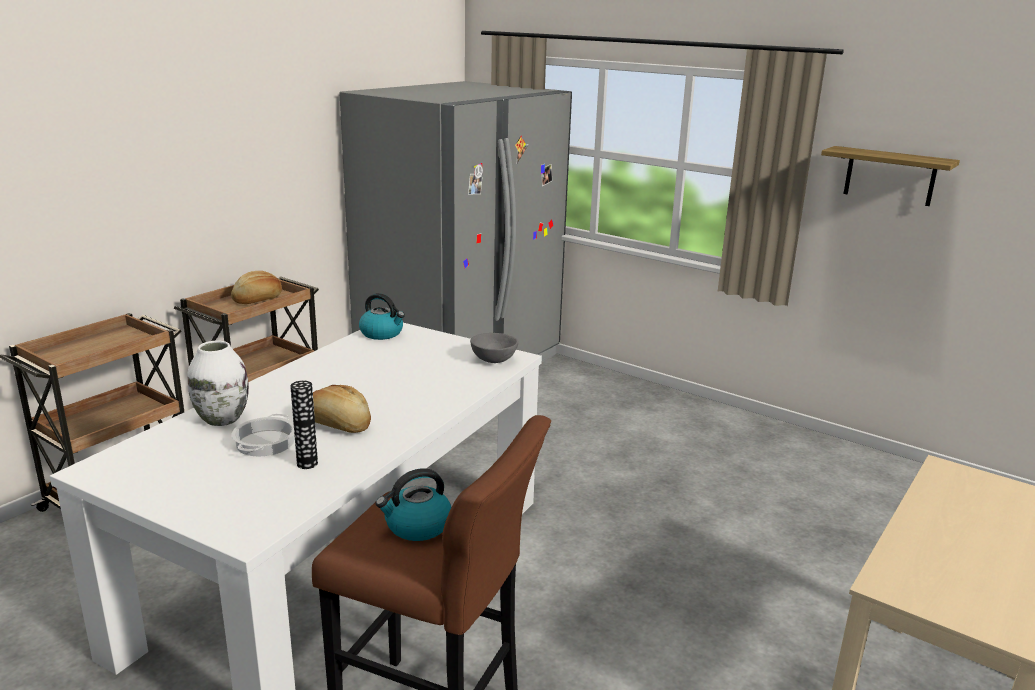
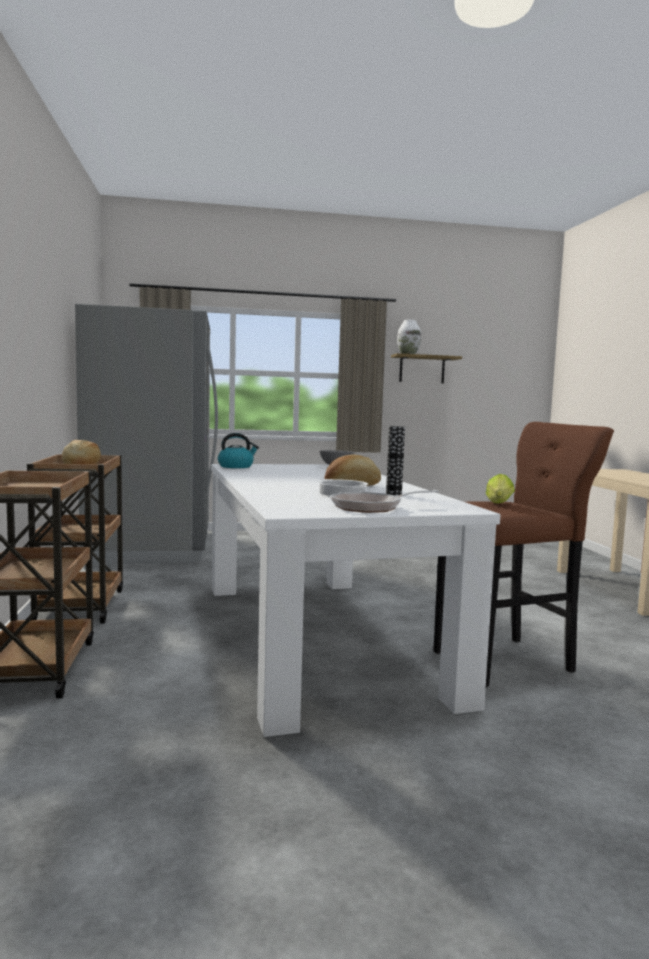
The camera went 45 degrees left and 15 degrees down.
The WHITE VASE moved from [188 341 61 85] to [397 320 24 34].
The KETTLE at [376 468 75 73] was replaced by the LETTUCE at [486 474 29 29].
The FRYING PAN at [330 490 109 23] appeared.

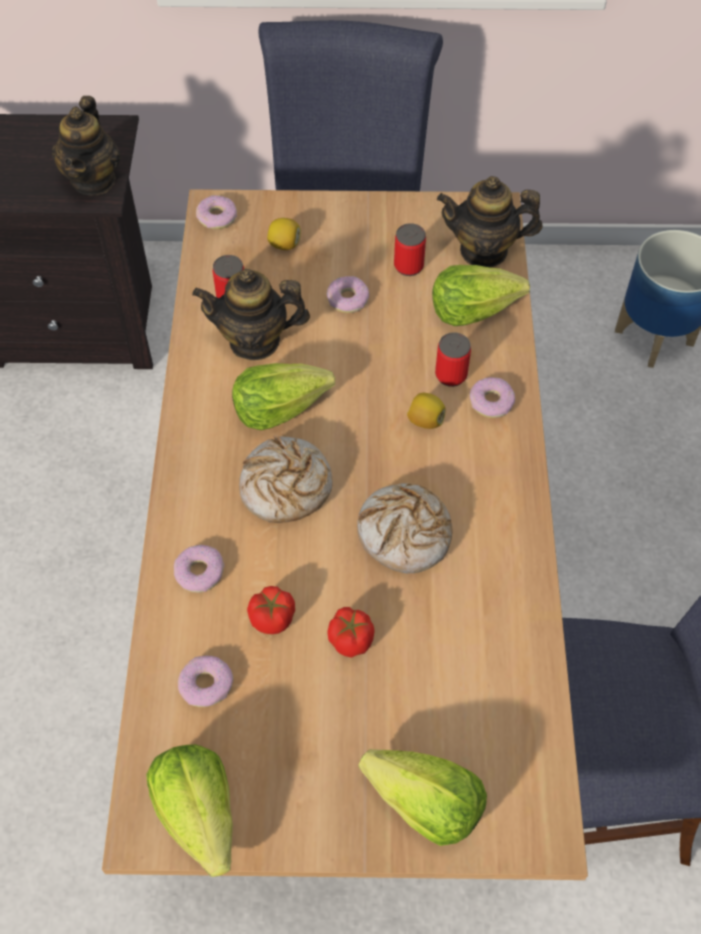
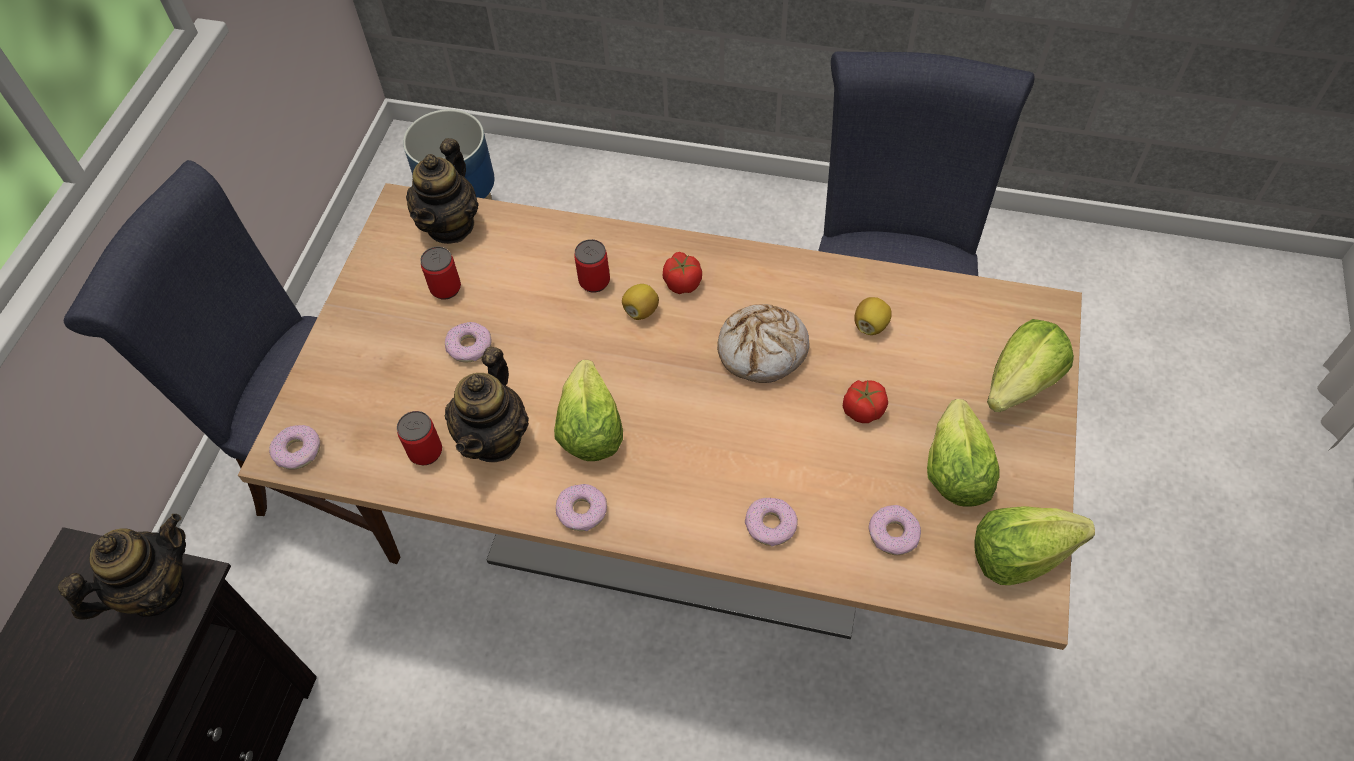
The camera went 75 degrees left and 0 degrees up.
The TEAPOT at [52 96 69 100] turned 60 degrees counterclockwise.
The LEMON moved from [267 218 34 32] to [854 297 38 38].
The LETTUCE moved from [432 265 98 61] to [927 399 73 108].
The DONUT moved from [470 377 45 41] to [556 484 51 47].
The BREAD at [239 435 93 88] disappeared.
The TOMATO moved from [247 586 48 48] to [663 252 39 42].

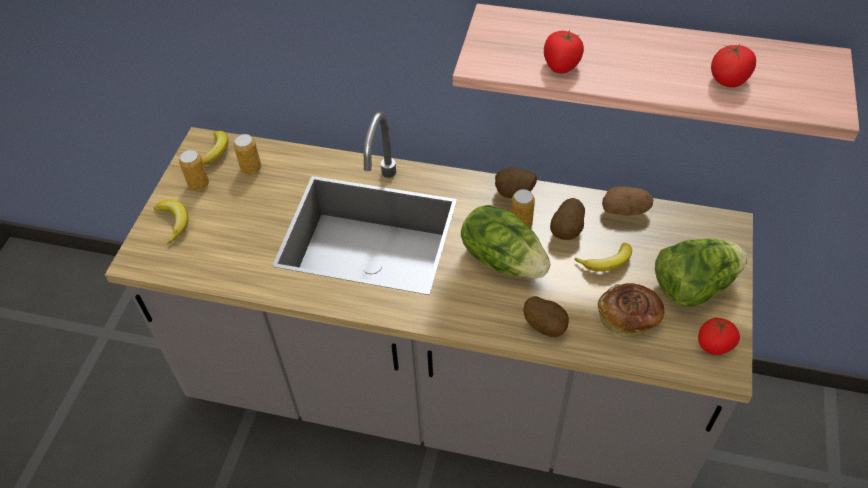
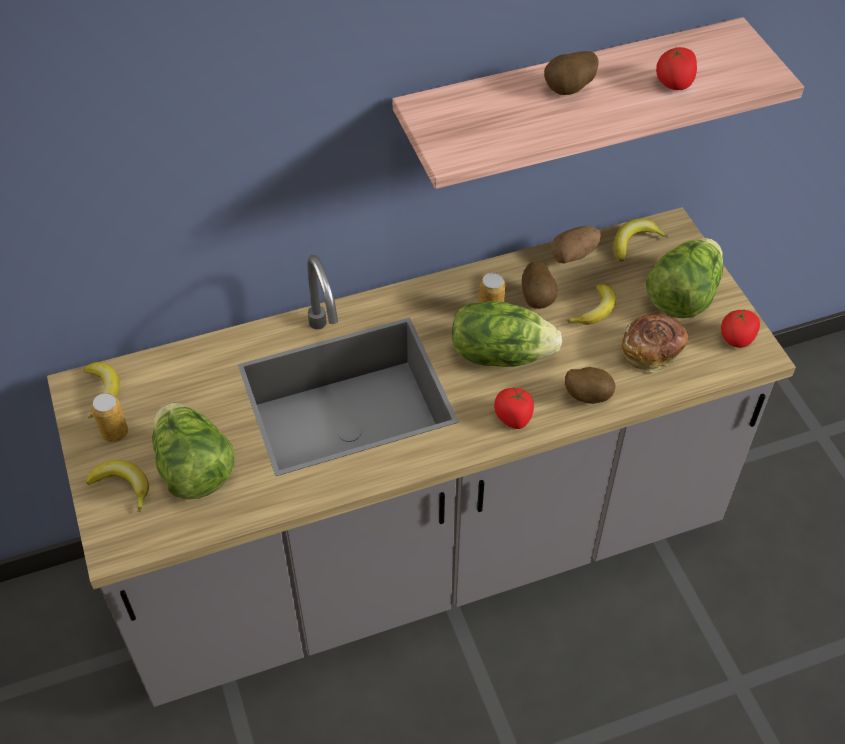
The camera went 35 degrees left and 0 degrees up.
The TOMATO moved from [544 30 40 44] to [494 386 40 43].
The CAN at [233 134 28 40] disappeared.
The POTATO moved from [495 167 42 31] to [544 51 55 44].
The BANANA at [613 218 55 44] appeared.
The LETTUCE at [152 403 82 97] appeared.

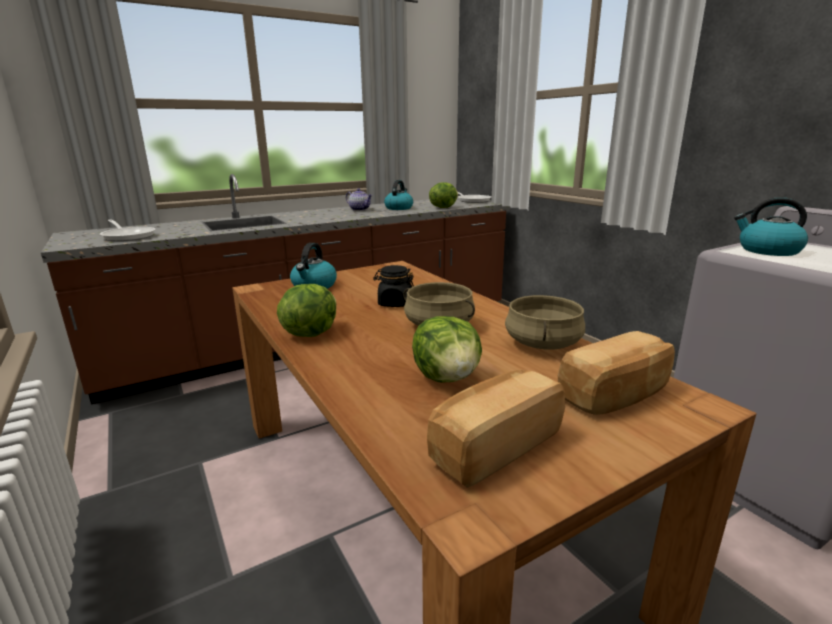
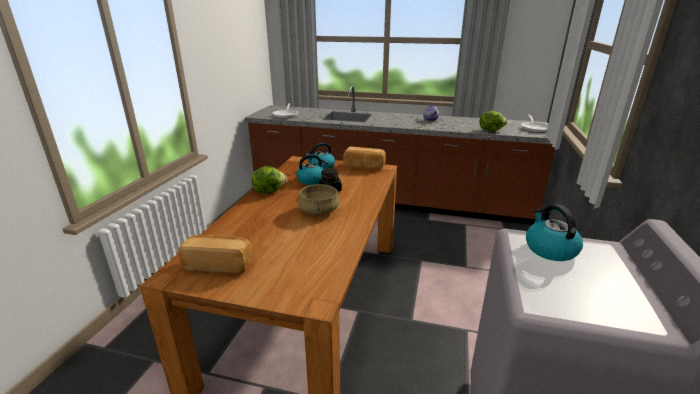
The camera went 45 degrees right and 5 degrees up.
The KETTLE moved from [384 180 29 30] to [296 154 32 31].
The BEIGE COOKING POT at [505 295 80 54] disappeared.
The LETTUCE at [412 316 70 66] disappeared.
The BREAD moved from [558 331 117 84] to [343 147 43 22].

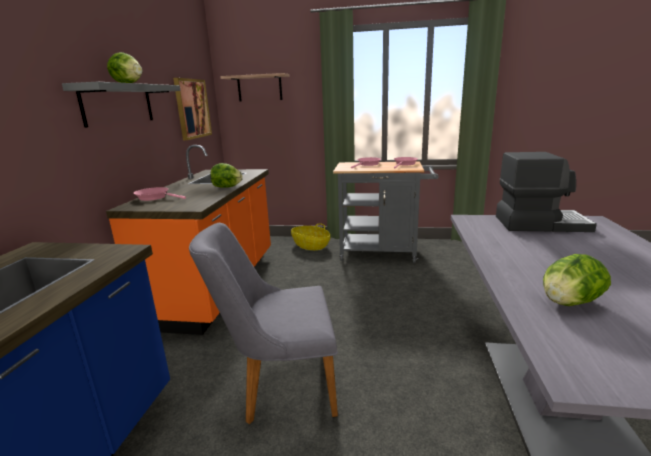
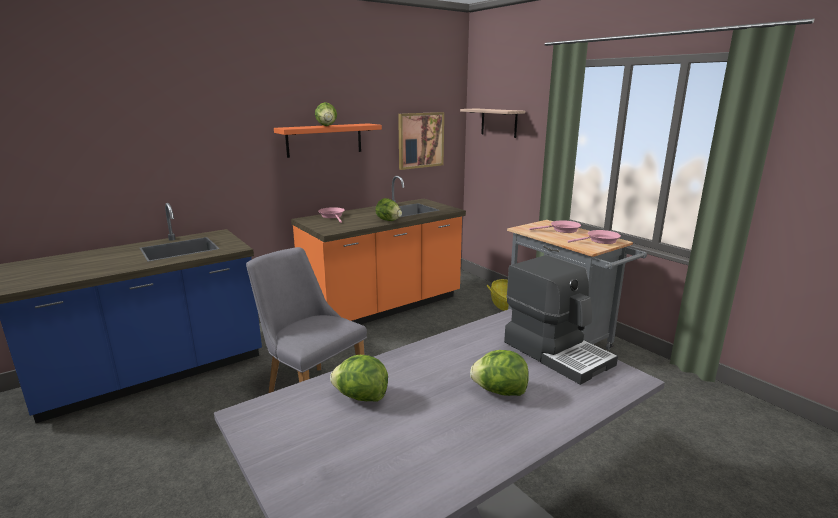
The camera went 45 degrees right and 0 degrees up.
The GREY SHELF at [62 82 119 46] became the ORANGE SHELF at [274 123 108 35].
The LETTUCE at [470 350 59 46] appeared.

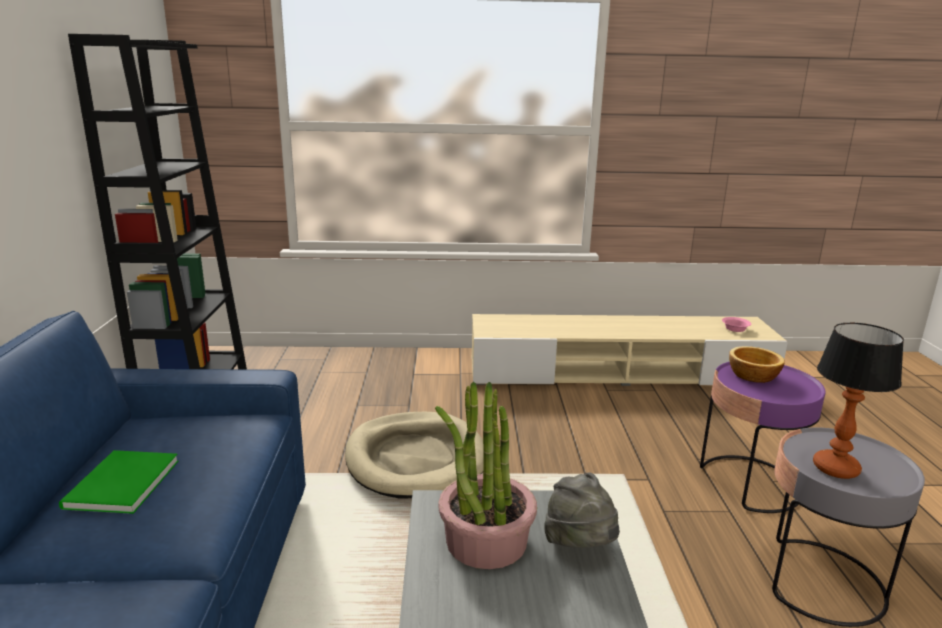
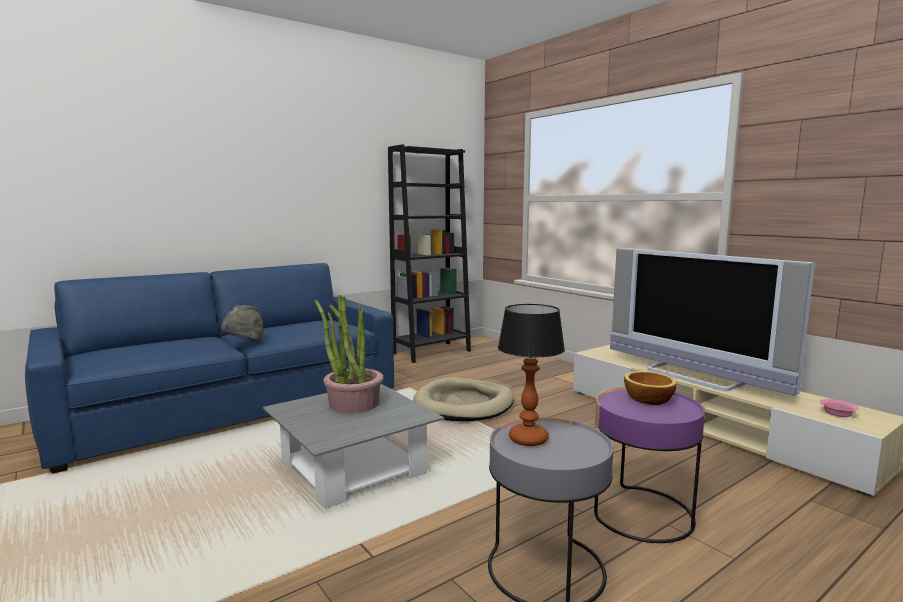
The camera went 55 degrees right and 10 degrees down.
The GREEN BOOK at [59 450 119 64] disappeared.
The GREY HAT moved from [544 472 76 76] to [221 305 43 36].
The TELEVISION at [610 248 205 148] appeared.

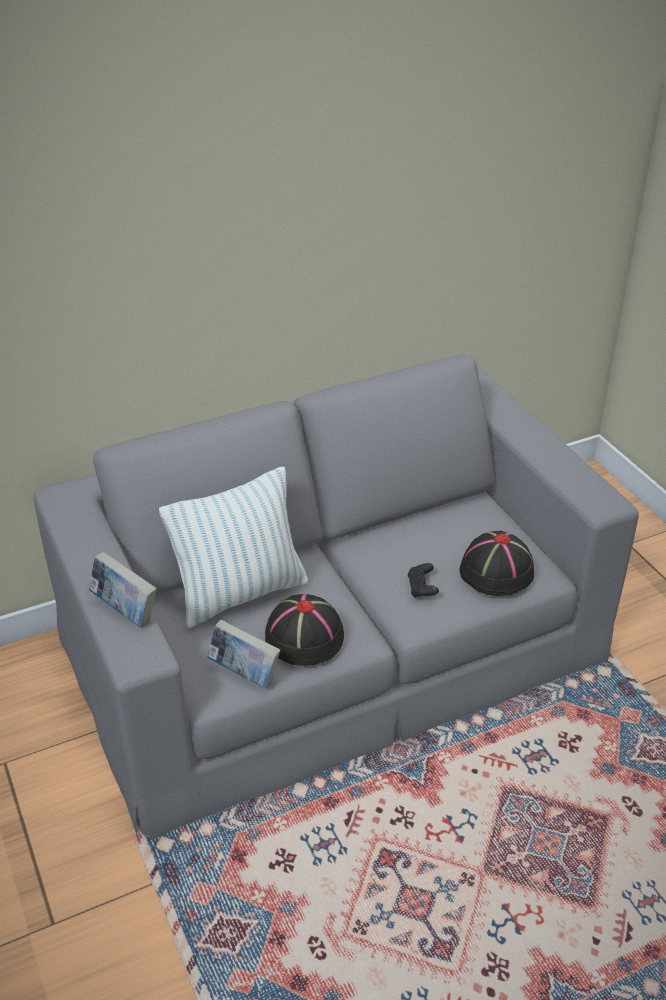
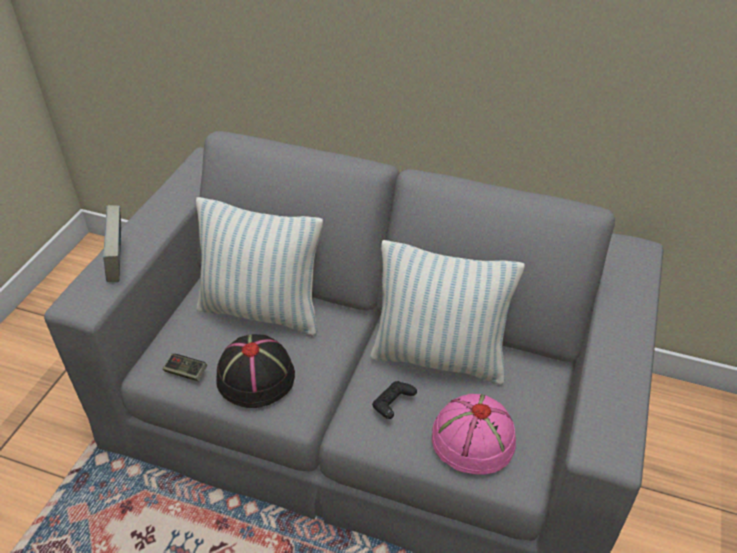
The camera went 45 degrees right and 5 degrees up.
The BLACK HAT at [460 531 74 65] became the PINK HAT at [432 394 84 80].
The BOOK at [207 619 73 69] was replaced by the GAME CONTROLLER at [163 354 44 27].
The PILLOW at [370 240 155 145] appeared.

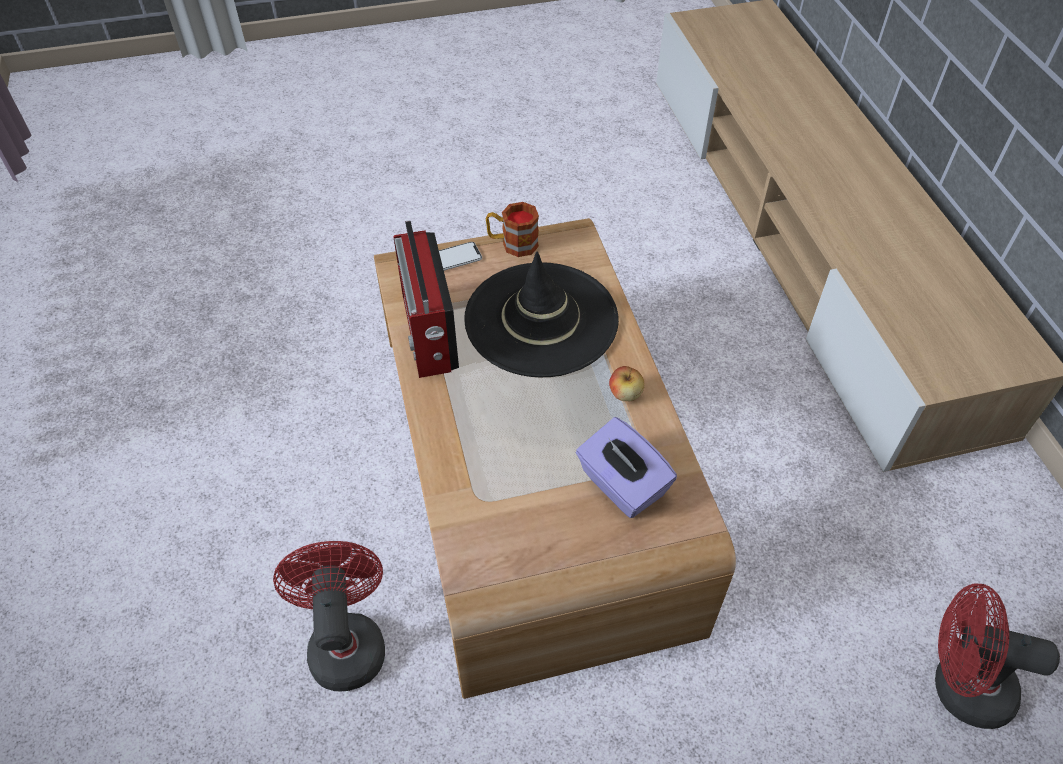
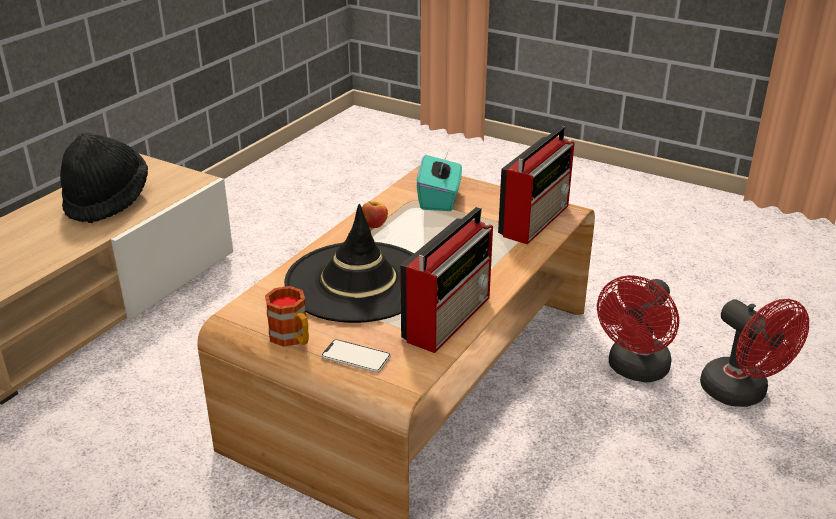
The camera went 135 degrees left and 20 degrees down.
The PURPLE TISSUE BOX at [576 417 101 101] became the TURQUOISE TISSUE BOX at [417 151 45 60].
The RED FAN moved from [935 583 125 146] to [700 299 109 108].
The RADIO at [498 126 77 119] appeared.
The BLACK HAT at [60 133 88 90] appeared.

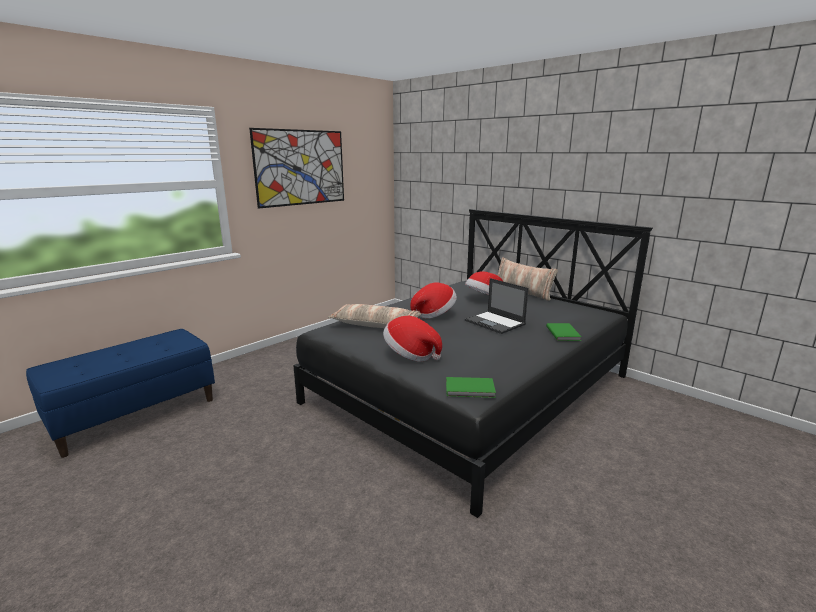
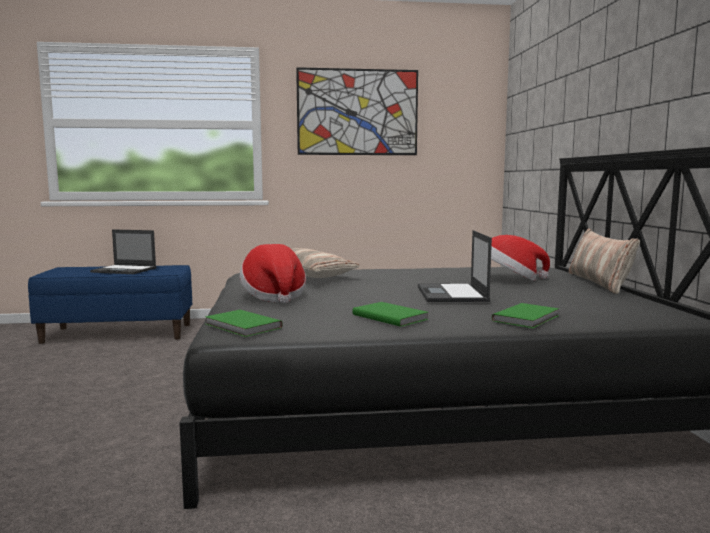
The camera went 40 degrees right and 10 degrees down.
The HAT at [410 282 47 36] disappeared.
The LAPTOP at [90 229 66 45] appeared.
The GREEN BOOK at [353 302 76 25] appeared.

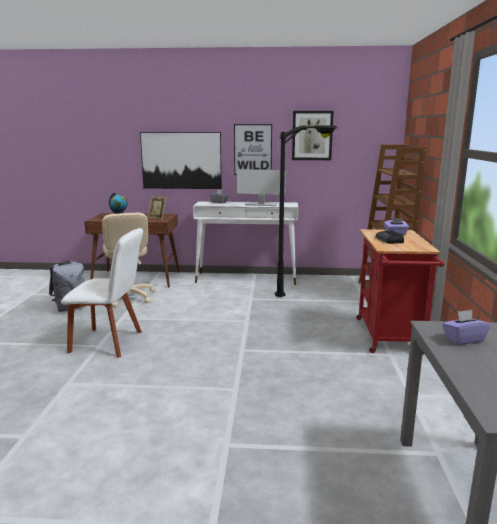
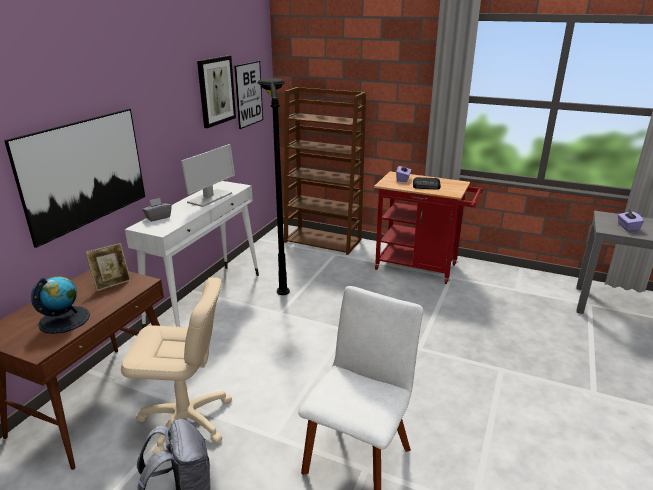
The camera went 70 degrees left and 10 degrees up.
The PICTURE moved from [234 124 38 51] to [234 61 29 68].

